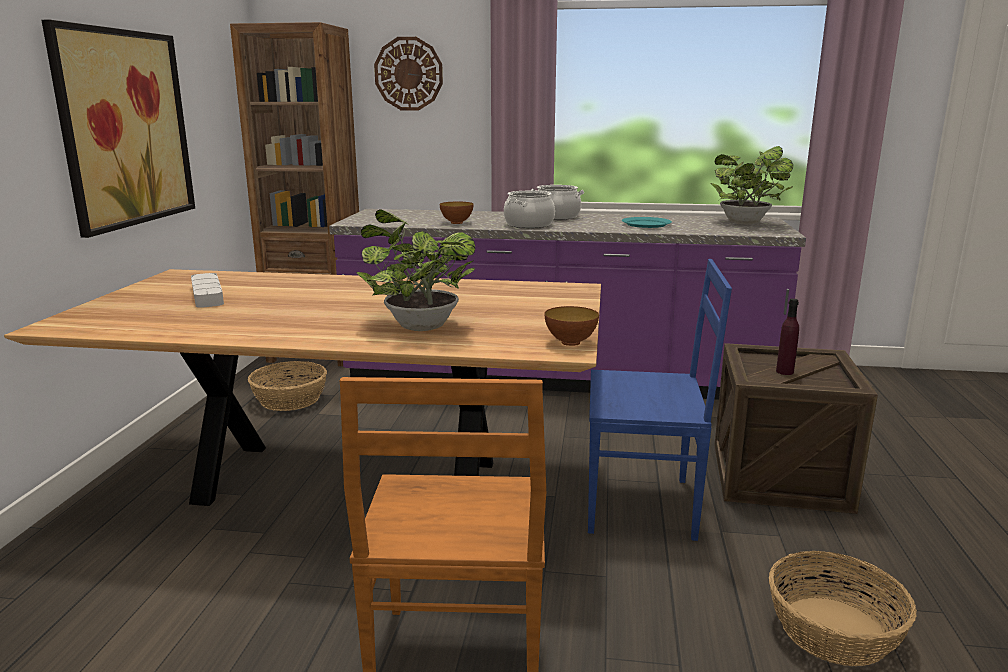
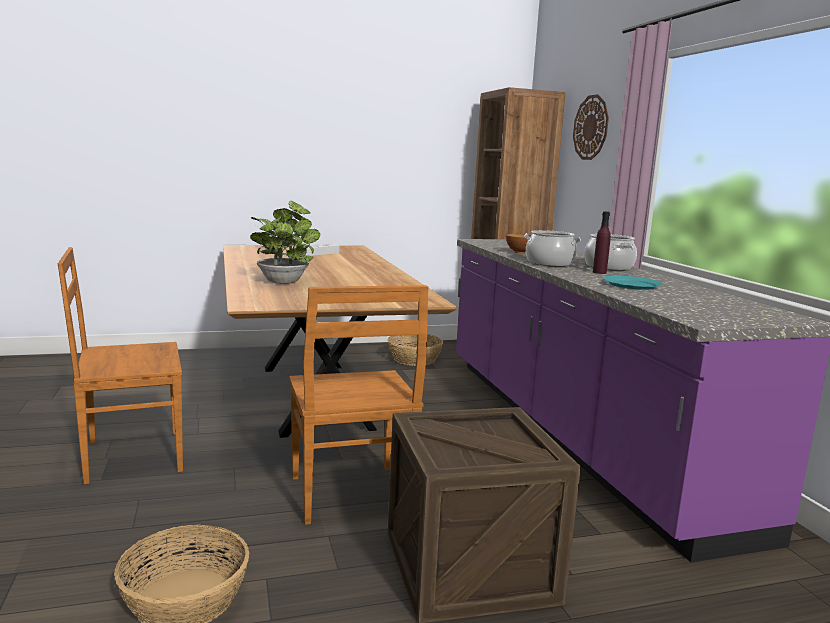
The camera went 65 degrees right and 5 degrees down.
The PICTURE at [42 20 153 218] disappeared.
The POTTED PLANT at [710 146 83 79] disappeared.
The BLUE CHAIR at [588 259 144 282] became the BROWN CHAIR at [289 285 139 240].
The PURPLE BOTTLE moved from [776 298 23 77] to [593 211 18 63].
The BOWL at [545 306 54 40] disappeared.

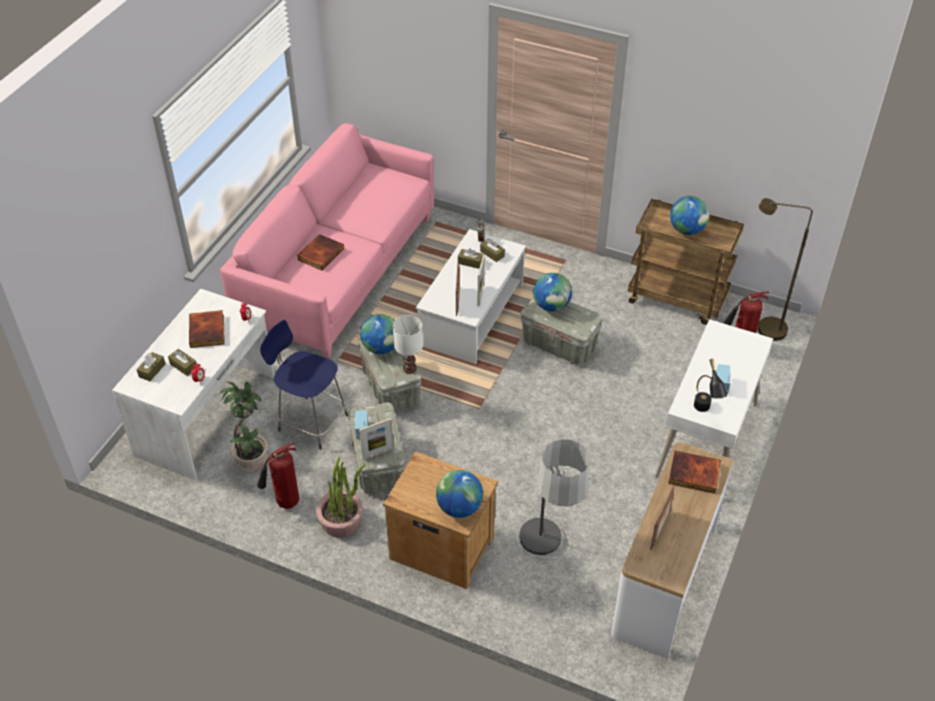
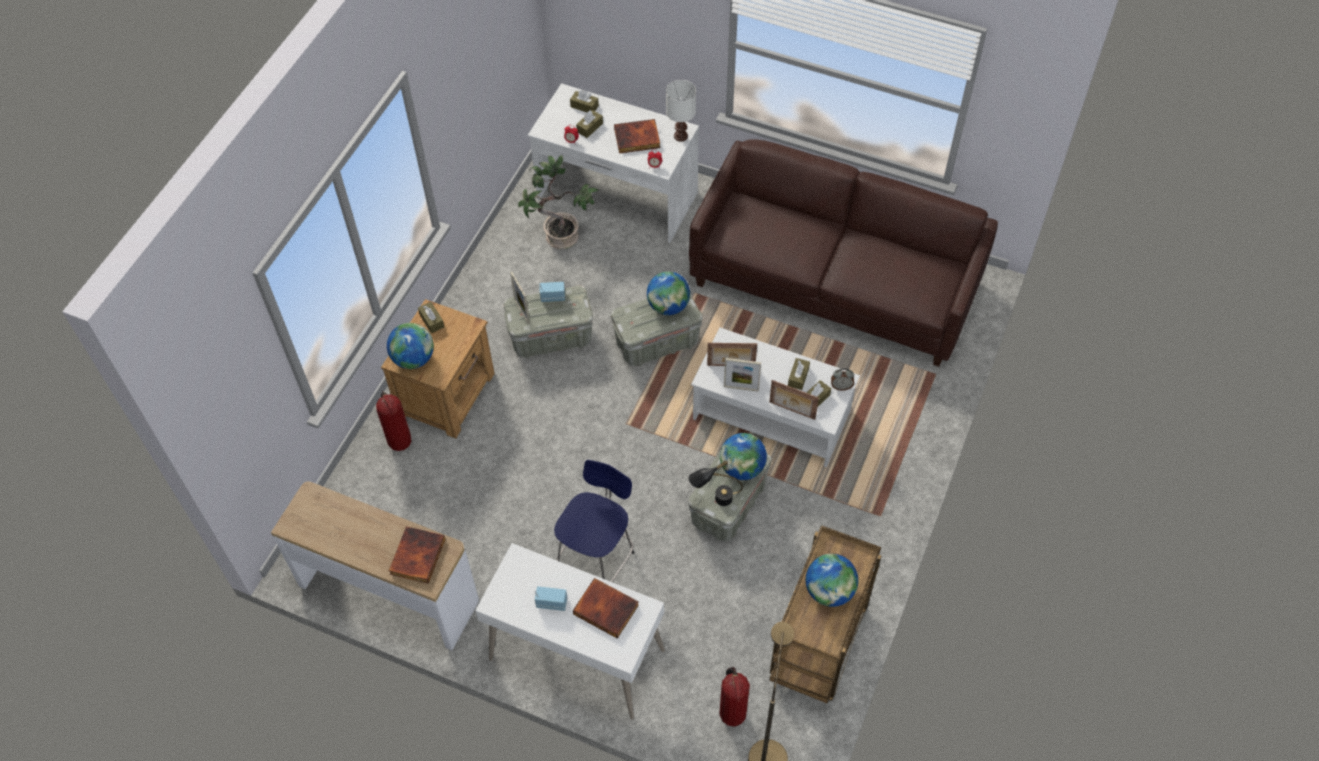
The camera went 90 degrees right and 10 degrees up.
The PINK SOFA at [220 123 214 236] became the BROWN SOFA at [689 139 309 228].
The BOOK moved from [297 234 47 37] to [573 578 66 61].
The WHITE TABLE LAMP moved from [393 315 30 59] to [666 80 30 62].
The BLUE STOOL moved from [260 320 88 130] to [554 460 81 122].
The BLACK TABLE LAMP moved from [694 359 33 53] to [688 460 55 46].
The FLOOR LAMP at [519 439 71 119] disappeared.
The FIRE EXTINGUISHER moved from [257 443 42 66] to [376 391 36 60].
The POTTED PLANT at [316 457 49 81] disappeared.
The PICTURE FRAME moved from [650 486 24 64] to [769 380 50 40].
The BROWN TISSUE BOX at [418 302 26 31] appeared.

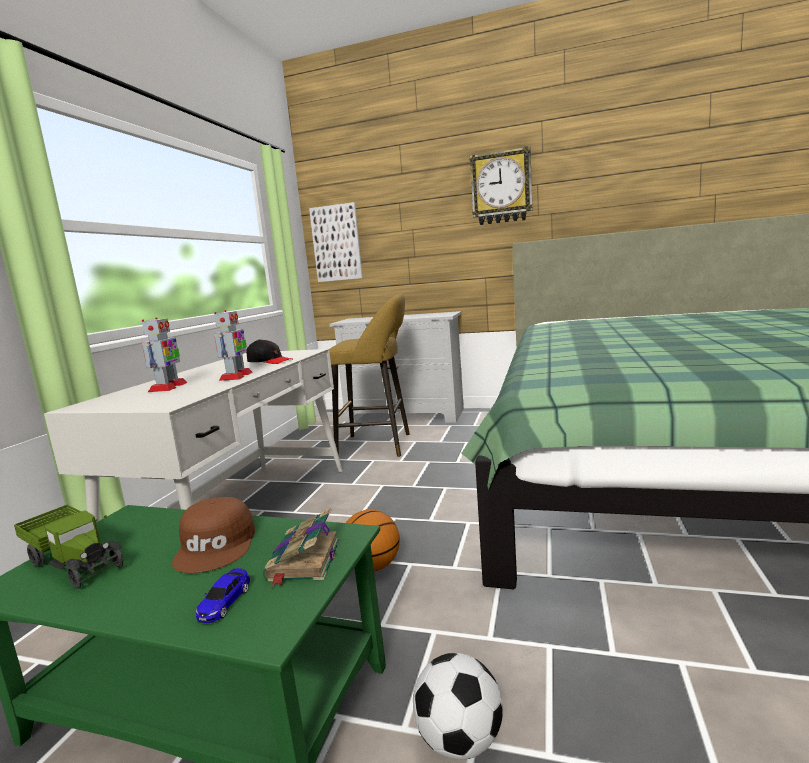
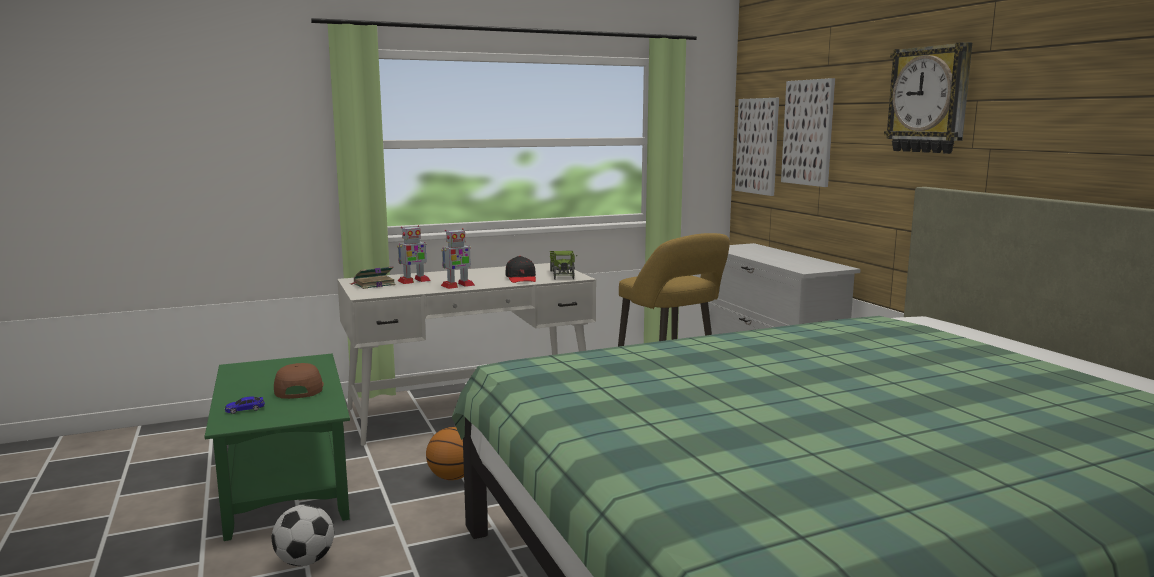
The camera went 50 degrees right and 0 degrees up.
The BROWN CAP at [172 497 83 76] turned 120 degrees clockwise.
The TOY TRUCK moved from [14 505 111 84] to [550 251 27 29].
The BOOK moved from [263 508 77 79] to [350 266 46 23].
The PICTURE at [781 78 54 109] appeared.

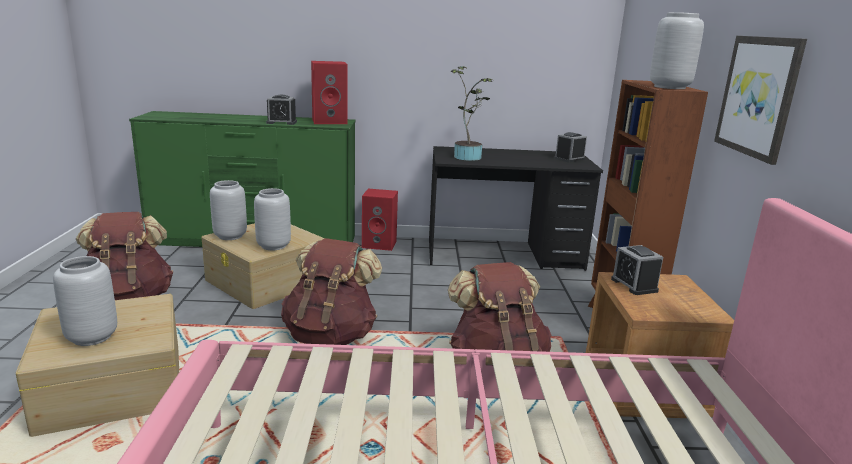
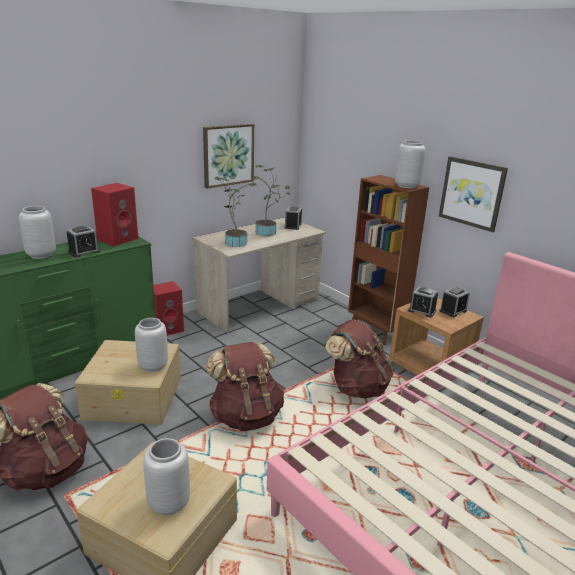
The camera went 40 degrees left and 5 degrees up.
The BLACK DESK at [429 146 174 125] became the BEIGE DESK at [192 217 134 116].
The GREY VASE moved from [210 180 37 60] to [19 206 37 53].
The PICTURE at [203 124 51 65] appeared.
The POTTED PLANT at [252 165 38 71] appeared.
The ALARM CLOCK at [440 286 30 31] appeared.

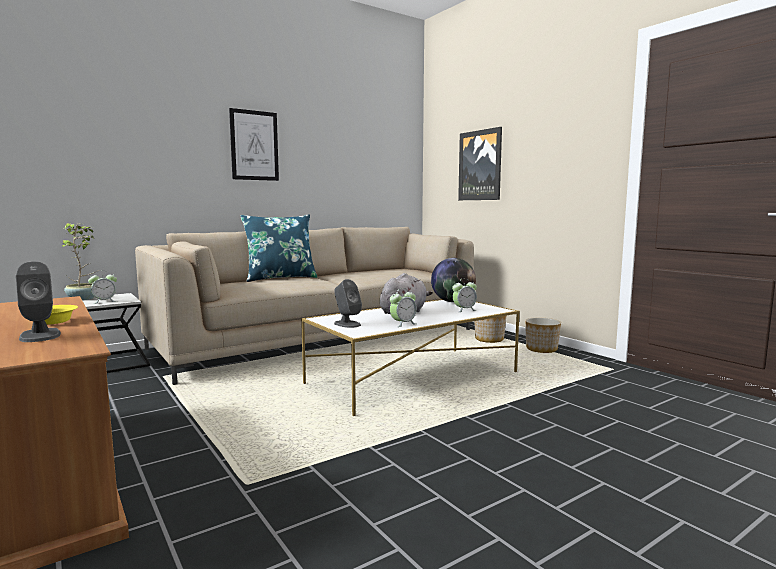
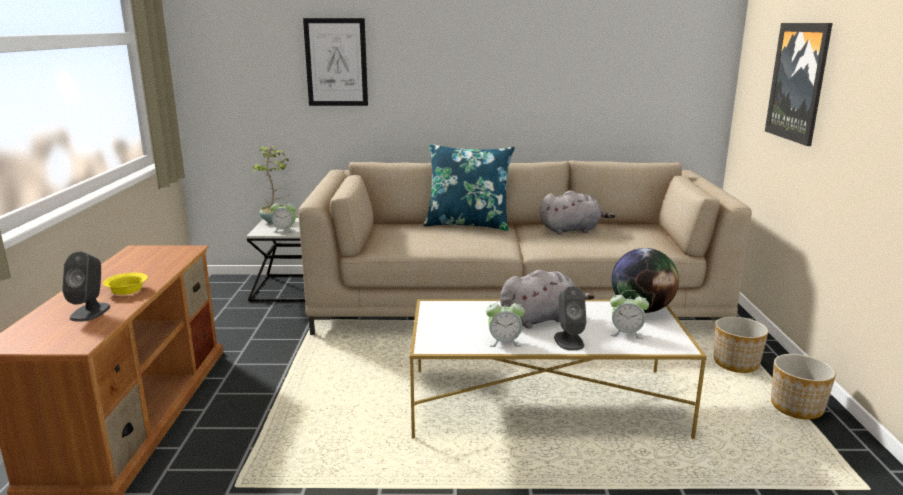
The camera went 35 degrees right and 10 degrees up.
The PICTURE moved from [229 108 50 73] to [303 18 65 88].
The GREY SPEAKER moved from [334 279 28 49] to [554 286 33 65].
The GREY PLUSH TOY at [540 190 75 44] appeared.

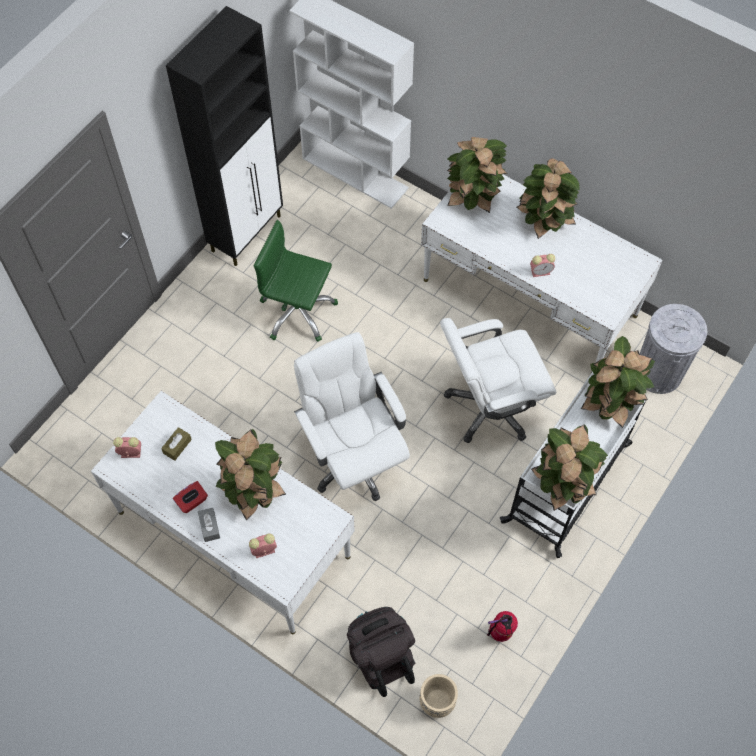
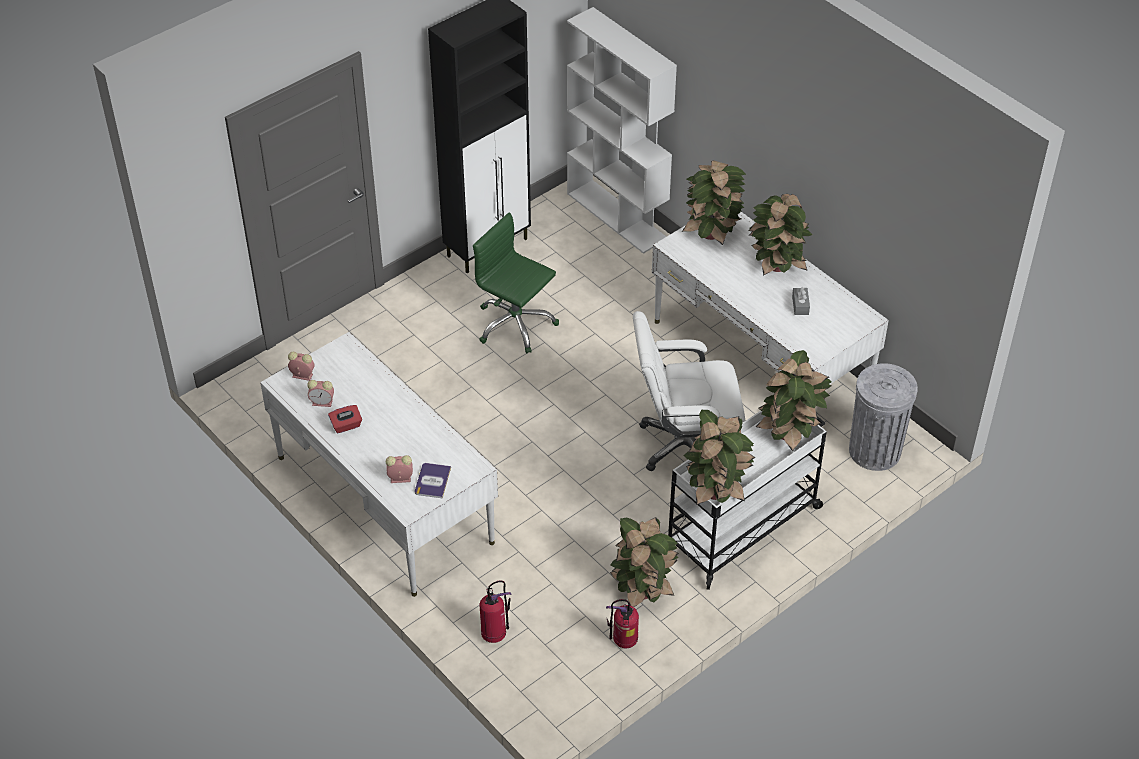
The camera went 15 degrees right and 15 degrees down.
The ALARM CLOCK moved from [530 254 25 23] to [307 380 27 27].
The WHITE OFFICE CHAIR at [294 332 116 169] disappeared.
The BROWN TISSUE BOX at [161 427 31 34] disappeared.
The POTTED PLANT moved from [215 429 71 91] to [610 517 68 90].
The GREY TISSUE BOX moved from [198 508 22 34] to [792 287 18 28].
The BLACK BACKPACK at [347 607 68 90] was replaced by the FIRE EXTINGUISHER at [479 580 33 63].
The BEIGE PLANTER at [420 674 38 44] disappeared.
The BOOK at [415 463 36 35] appeared.

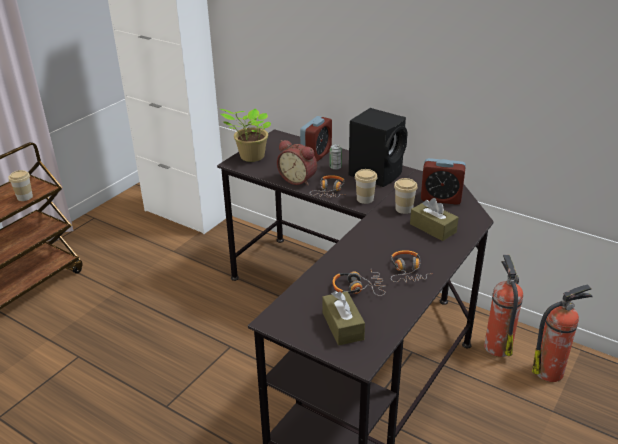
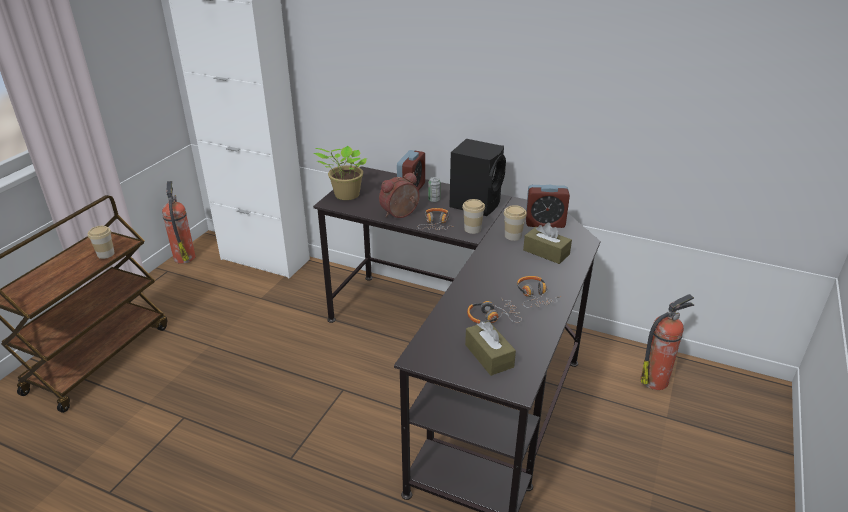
The camera went 10 degrees left and 0 degrees up.
The ALARM CLOCK at [277 140 40 46] turned 120 degrees clockwise.
The FIRE EXTINGUISHER moved from [484 255 39 102] to [162 181 34 83].

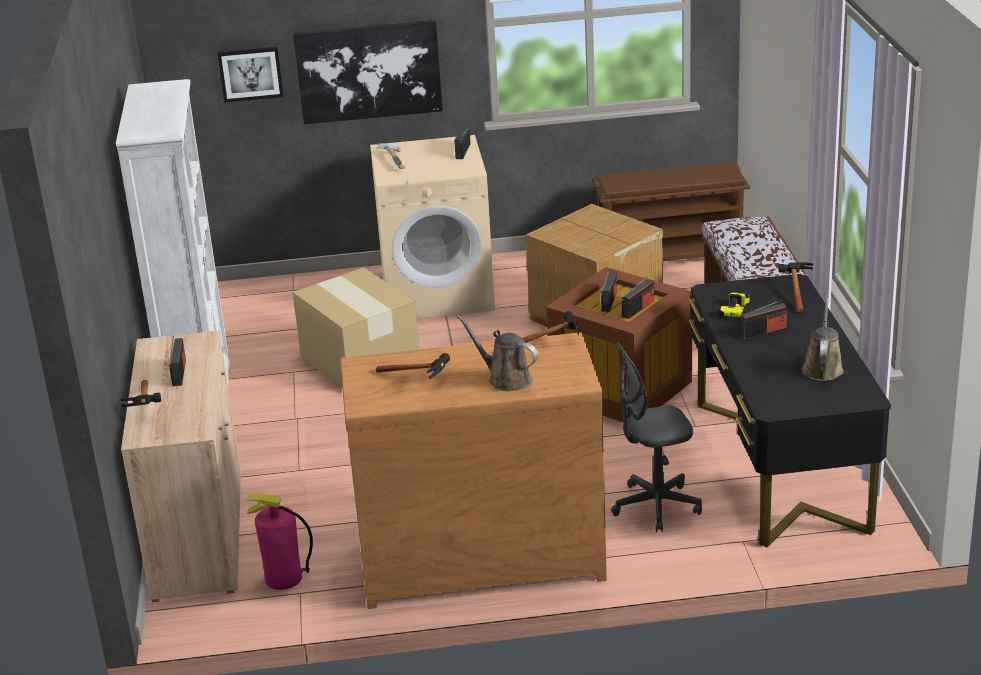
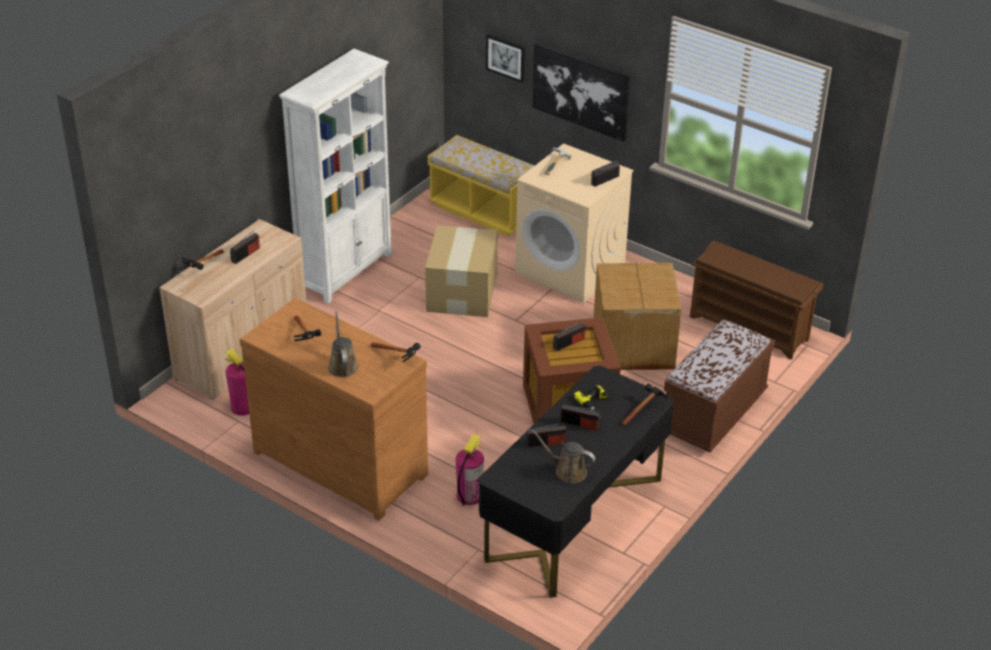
The camera went 40 degrees right and 10 degrees up.
The RADIO moved from [622 276 32 43] to [526 423 40 25].
The BROWN WATERING CAN at [802 297 42 84] turned 120 degrees counterclockwise.
The GREY OFFICE CHAIR at [611 342 91 190] was replaced by the FIRE EXTINGUISHER at [456 434 28 72].
The YELLOW BENCH at [428 135 107 101] appeared.

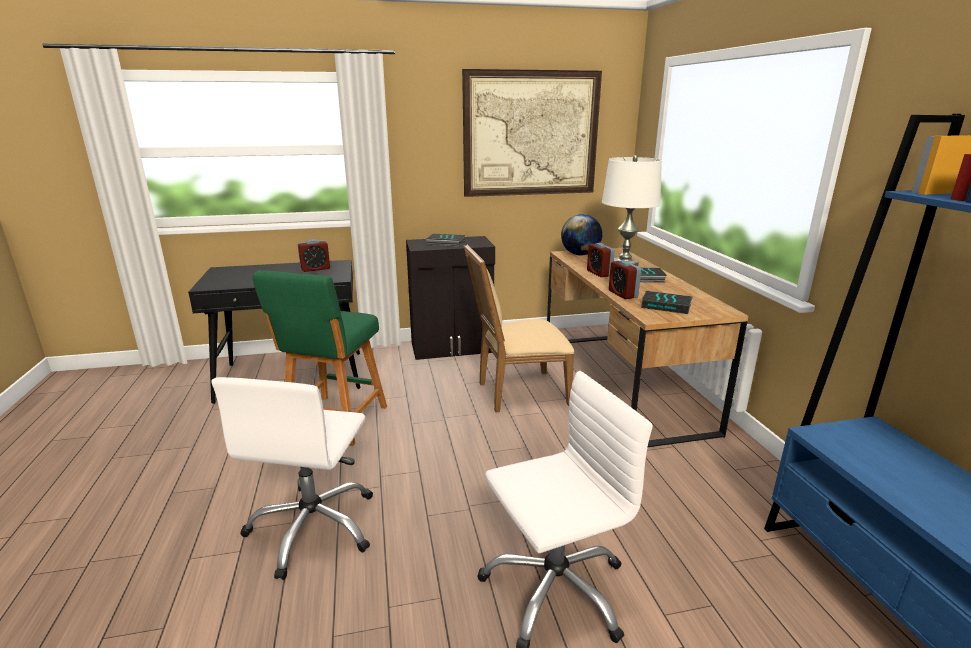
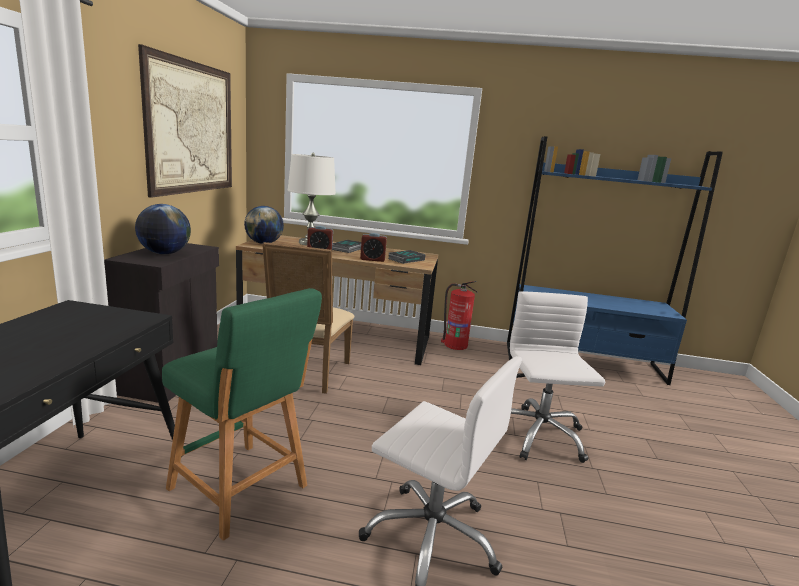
The camera went 70 degrees left and 5 degrees down.
The BOOK at [426 234 39 13] was replaced by the GLOBE at [135 204 56 50].
The ALARM CLOCK at [298 239 32 33] disappeared.
The FIRE EXTINGUISHER at [441 281 37 69] appeared.

